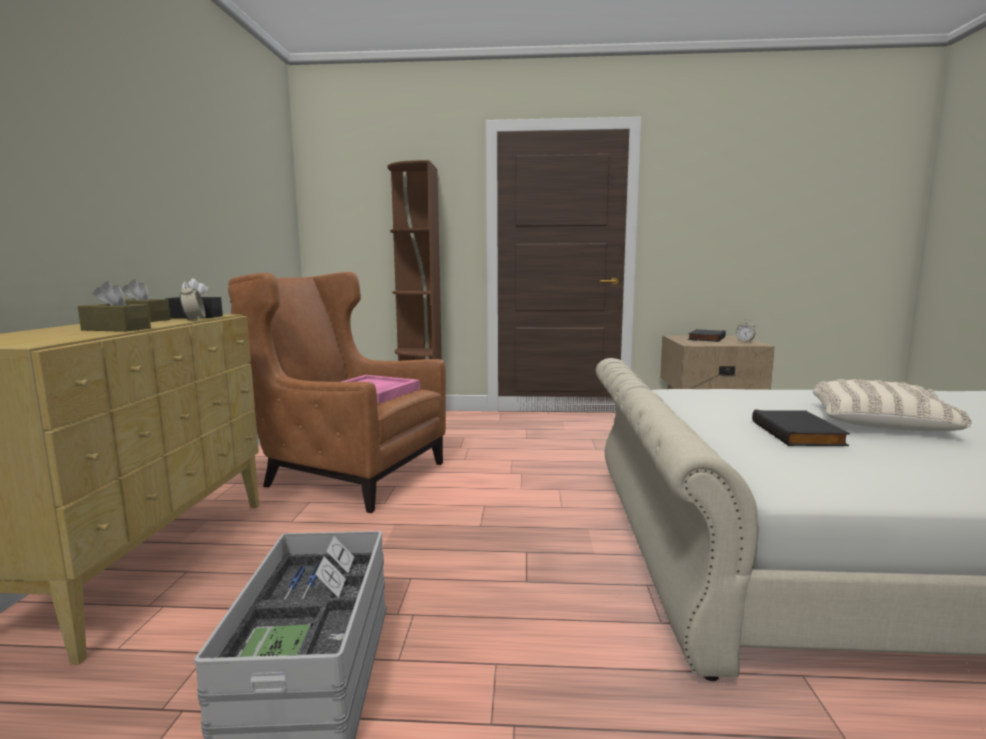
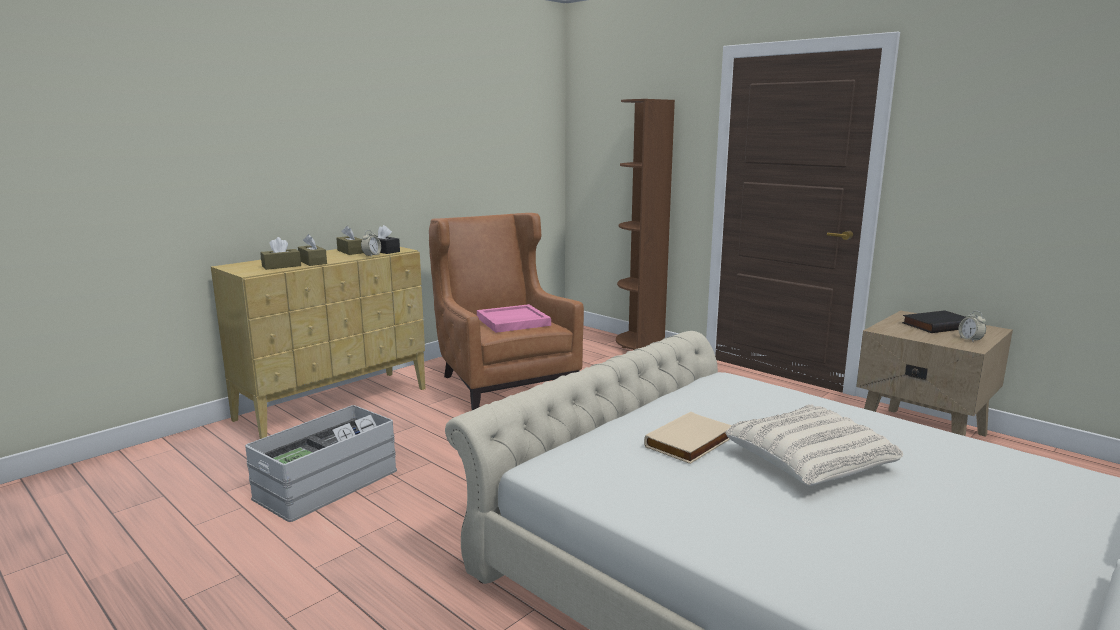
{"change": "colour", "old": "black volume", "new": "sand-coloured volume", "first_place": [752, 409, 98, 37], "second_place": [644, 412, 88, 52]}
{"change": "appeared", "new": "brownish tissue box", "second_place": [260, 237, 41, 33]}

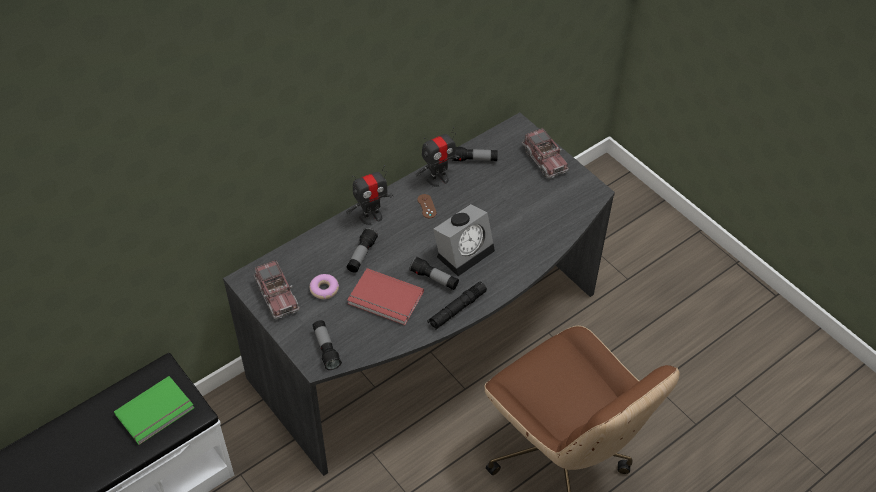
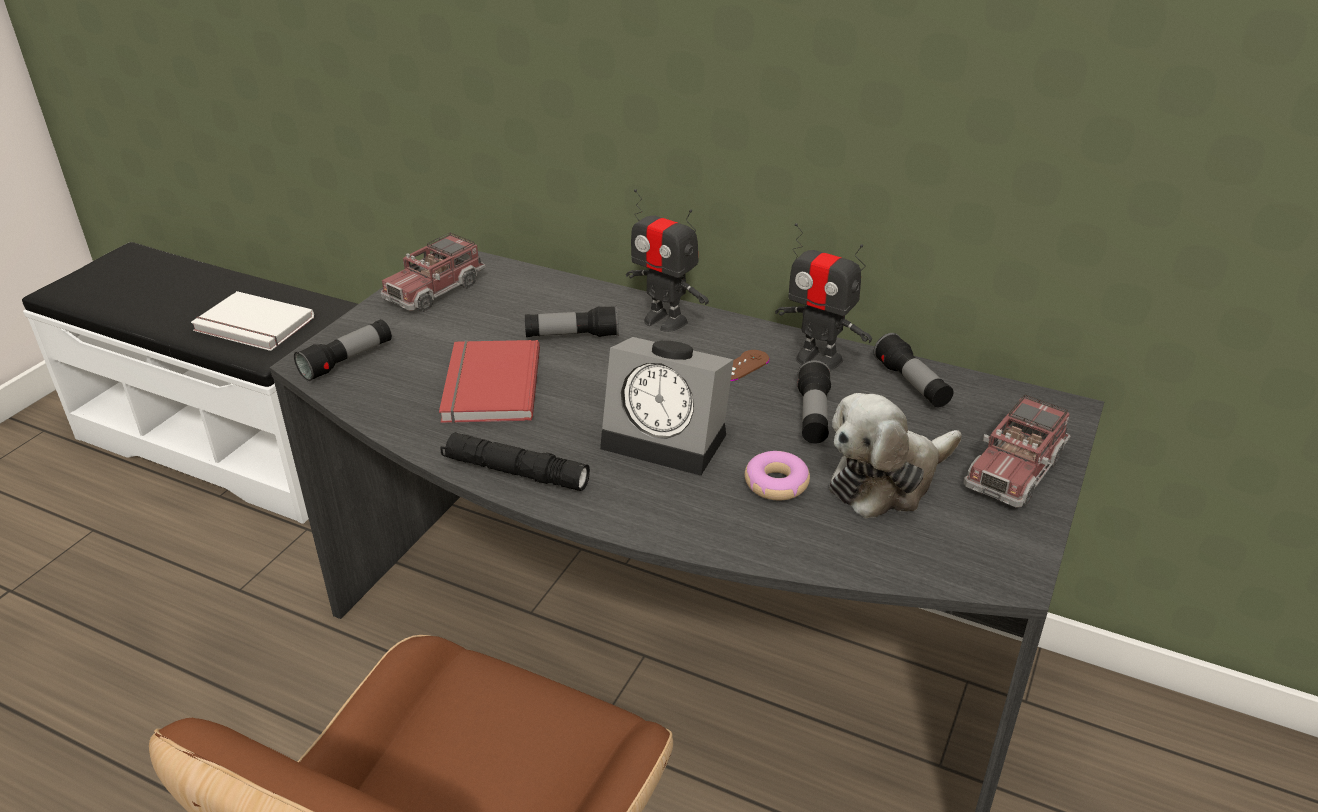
{"change": "relocated", "old": "flashlight", "first_place": [409, 256, 50, 34], "second_place": [797, 360, 34, 83]}
{"change": "relocated", "old": "ring doughnut", "first_place": [310, 274, 29, 25], "second_place": [745, 451, 65, 49]}
{"change": "colour", "old": "green volume", "new": "white volume", "first_place": [114, 376, 80, 69], "second_place": [191, 291, 123, 60]}
{"change": "appeared", "new": "cuddly toy", "second_place": [829, 393, 133, 125]}

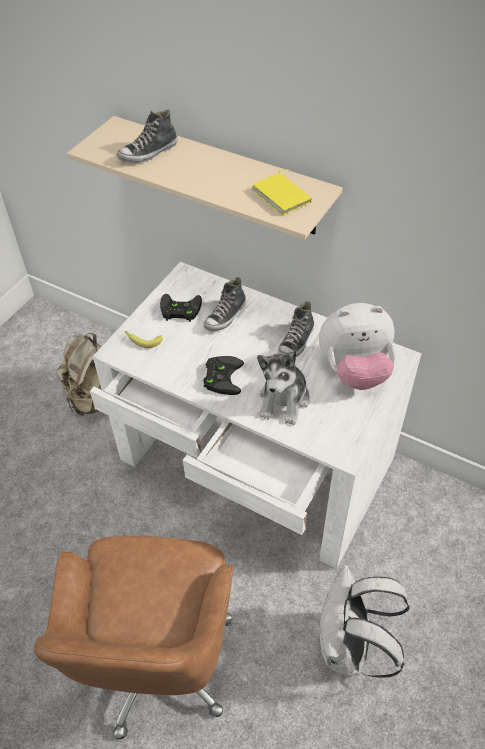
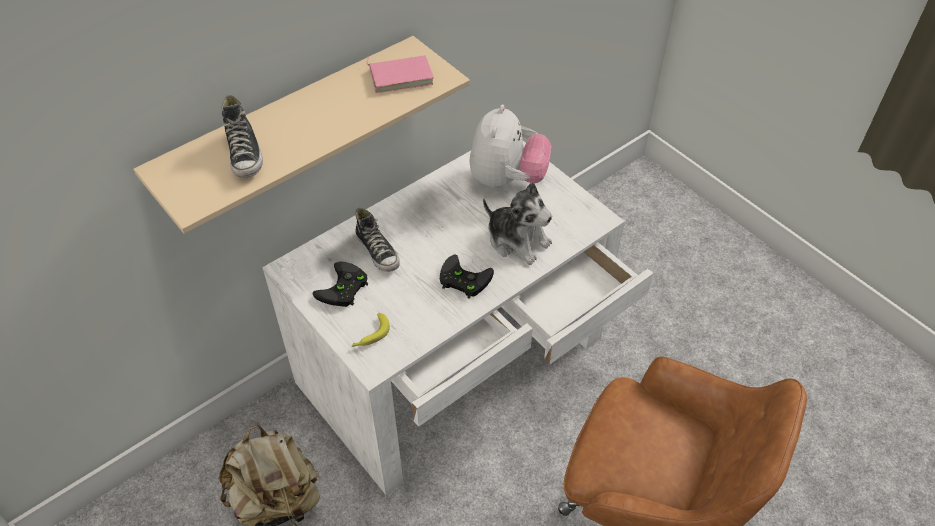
{"change": "colour", "old": "yellowish volume", "new": "pink volume", "first_place": [252, 169, 60, 46], "second_place": [366, 55, 68, 38]}
{"change": "missing", "old": "shoe", "first_place": [277, 301, 37, 56]}
{"change": "missing", "old": "white knapsack", "first_place": [318, 565, 92, 113]}

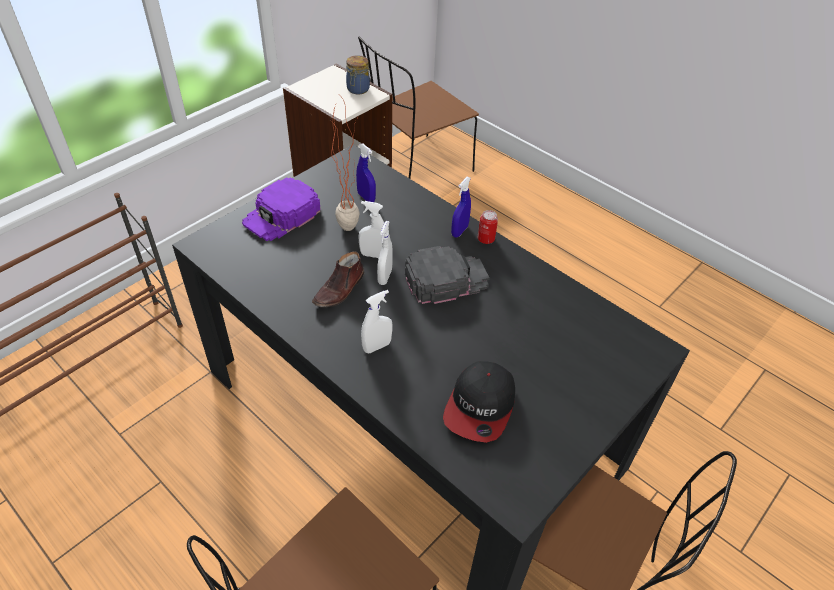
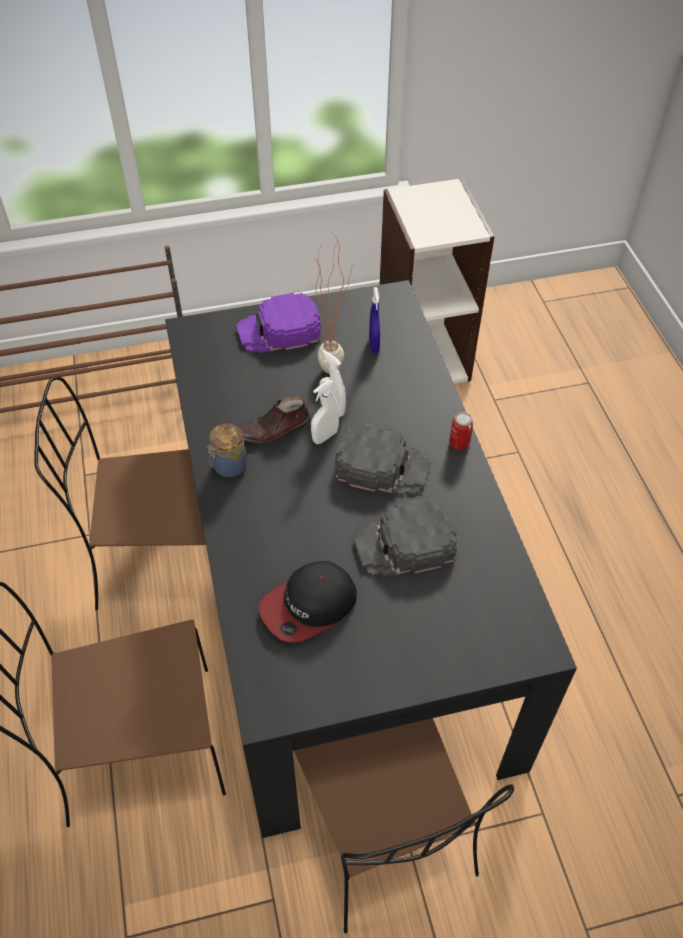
{"change": "relocated", "old": "brownish upright chair", "first_place": [358, 37, 121, 142], "second_place": [34, 377, 172, 234]}
{"change": "relocated", "old": "jar", "first_place": [346, 55, 24, 39], "second_place": [207, 424, 40, 53]}
{"change": "missing", "old": "blue spray bottle", "first_place": [451, 177, 20, 61]}
{"change": "missing", "old": "white spray bottle", "first_place": [361, 290, 32, 63]}
{"change": "appeared", "new": "black peaked cap", "second_place": [353, 498, 104, 79]}

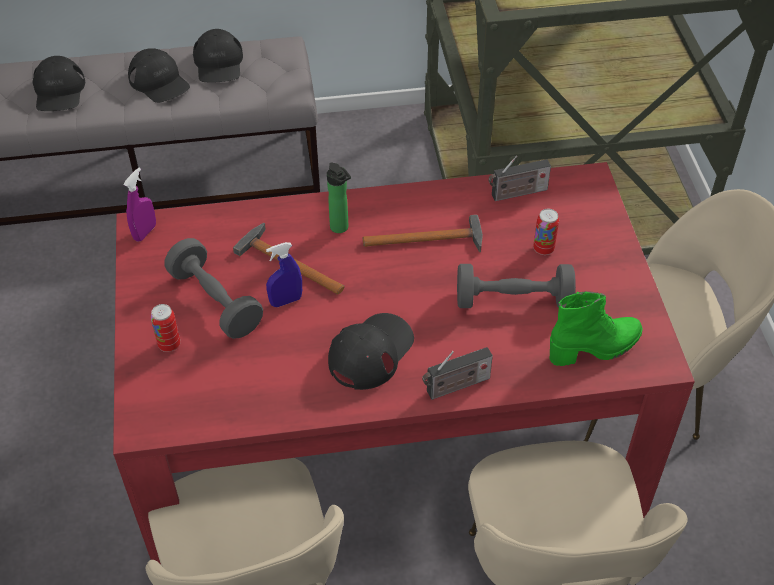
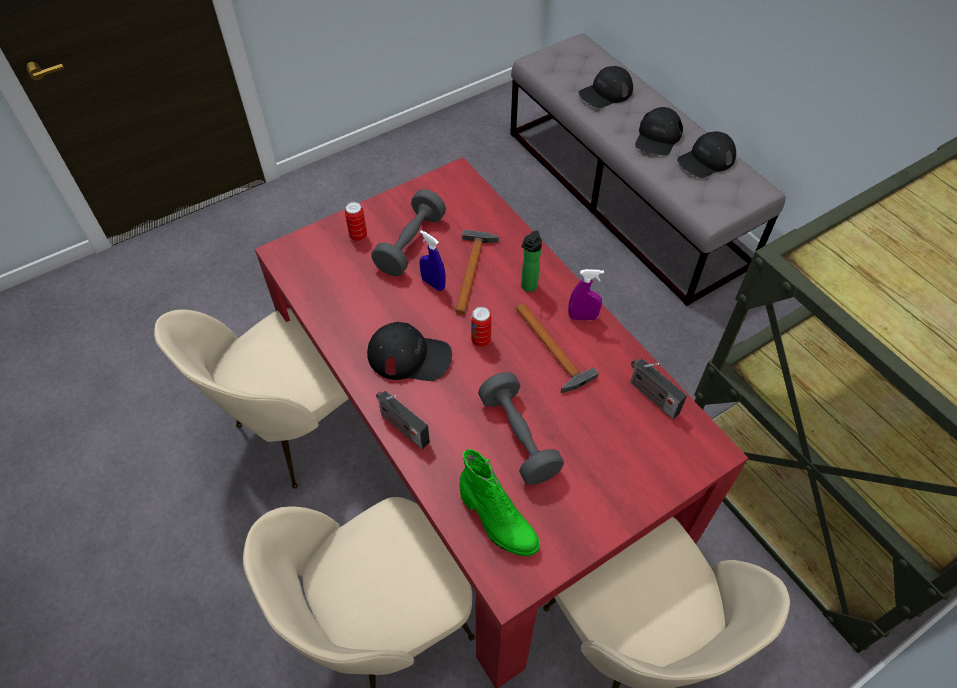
{"change": "relocated", "old": "purplish spray bottle", "first_place": [123, 168, 33, 74], "second_place": [568, 269, 36, 51]}
{"change": "relocated", "old": "sealed can", "first_place": [533, 209, 26, 46], "second_place": [471, 307, 21, 40]}

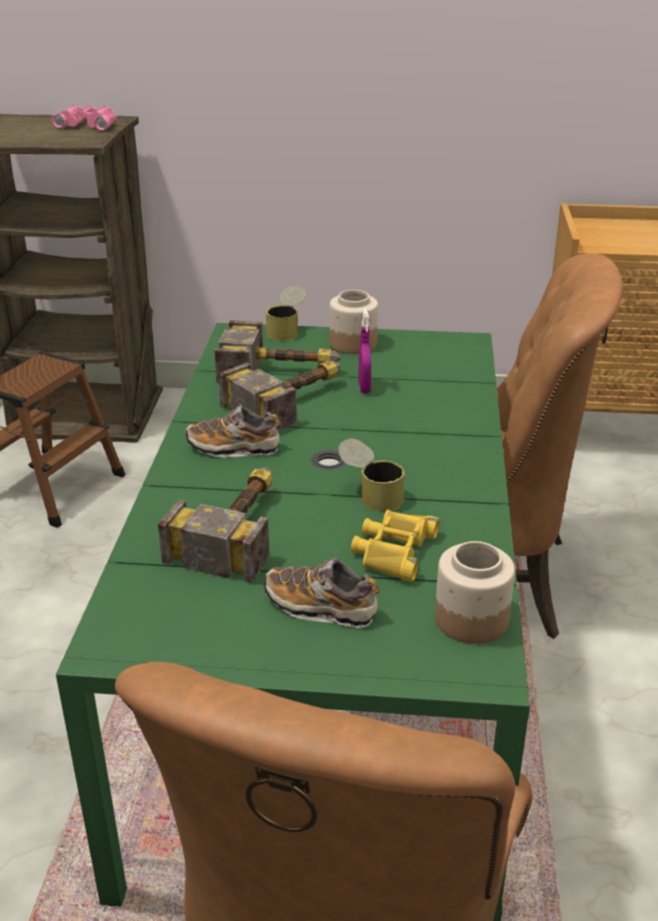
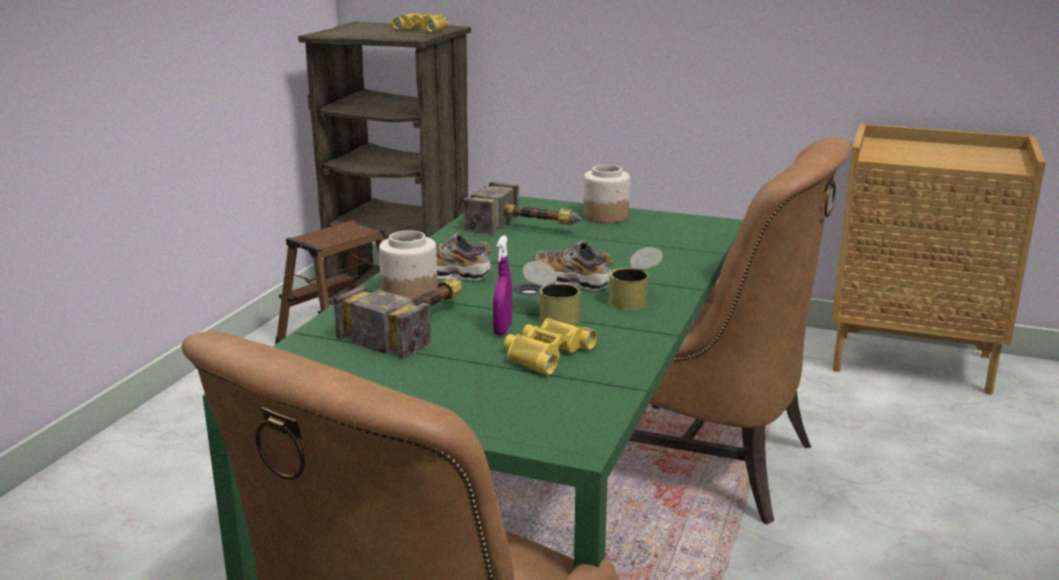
{"change": "colour", "old": "pink binoculars", "new": "yellowish binoculars", "first_place": [52, 105, 65, 26], "second_place": [392, 13, 56, 20]}
{"change": "relocated", "old": "sealed can", "first_place": [266, 286, 40, 55], "second_place": [608, 247, 55, 63]}
{"change": "relocated", "old": "purplish spray bottle", "first_place": [358, 308, 13, 85], "second_place": [493, 235, 19, 100]}
{"change": "missing", "old": "hammer", "first_place": [218, 361, 123, 70]}
{"change": "relocated", "old": "jar", "first_place": [435, 541, 80, 103], "second_place": [379, 230, 59, 69]}
{"change": "relocated", "old": "shoe", "first_place": [264, 558, 116, 70], "second_place": [534, 241, 78, 50]}

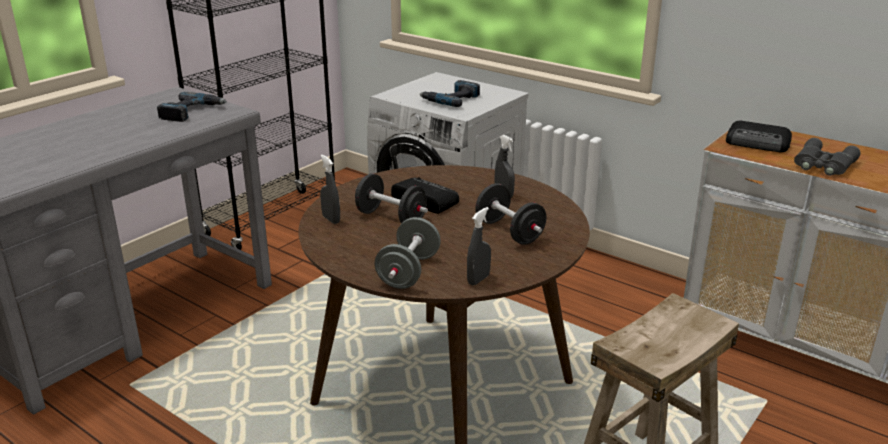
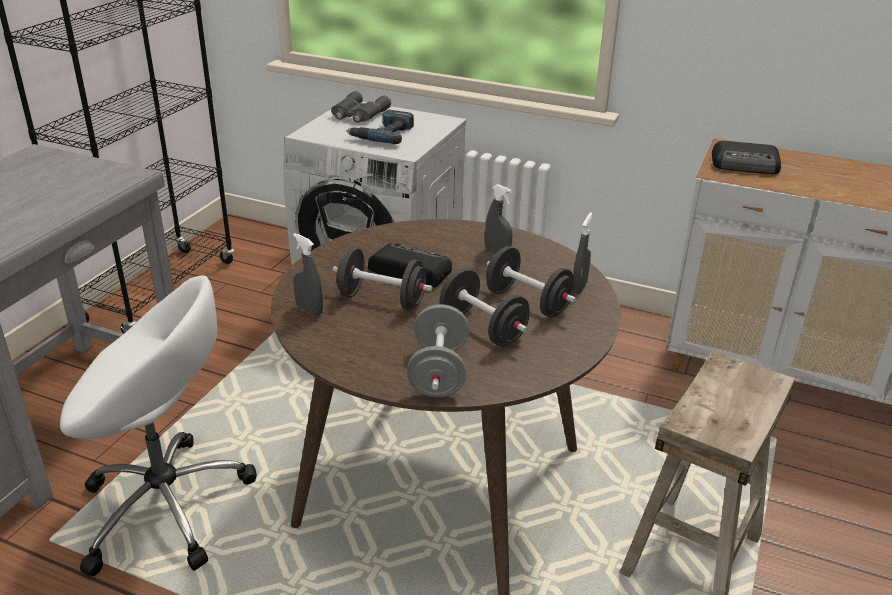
{"change": "missing", "old": "drill", "first_place": [157, 92, 70, 30]}
{"change": "relocated", "old": "grey binoculars", "first_place": [794, 138, 67, 38], "second_place": [331, 91, 60, 32]}
{"change": "relocated", "old": "grey spray bottle", "first_place": [467, 207, 24, 78], "second_place": [573, 212, 20, 82]}
{"change": "appeared", "new": "black free weight", "second_place": [439, 268, 90, 78]}
{"change": "appeared", "new": "white desk chair", "second_place": [60, 275, 197, 301]}

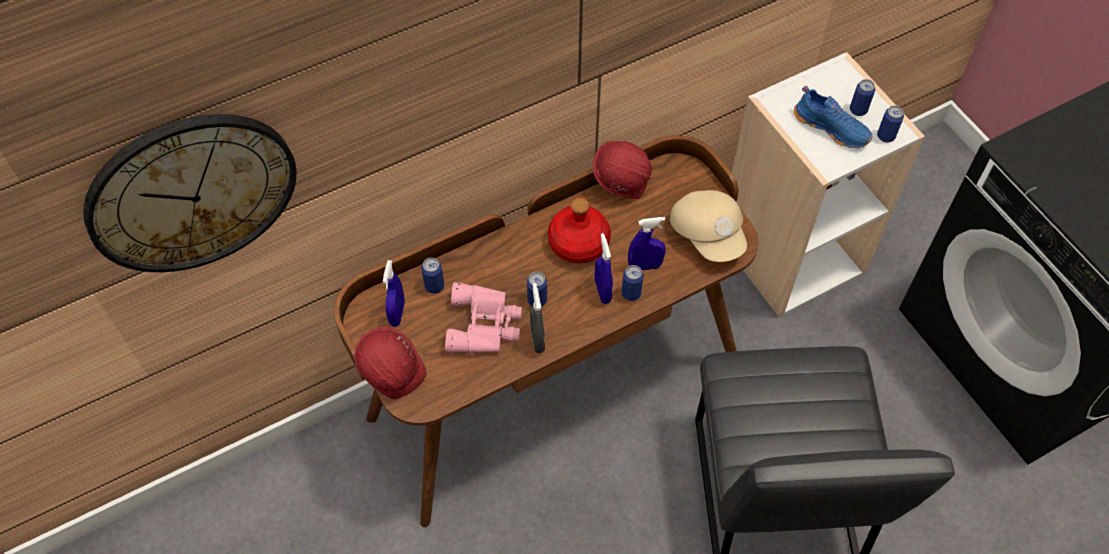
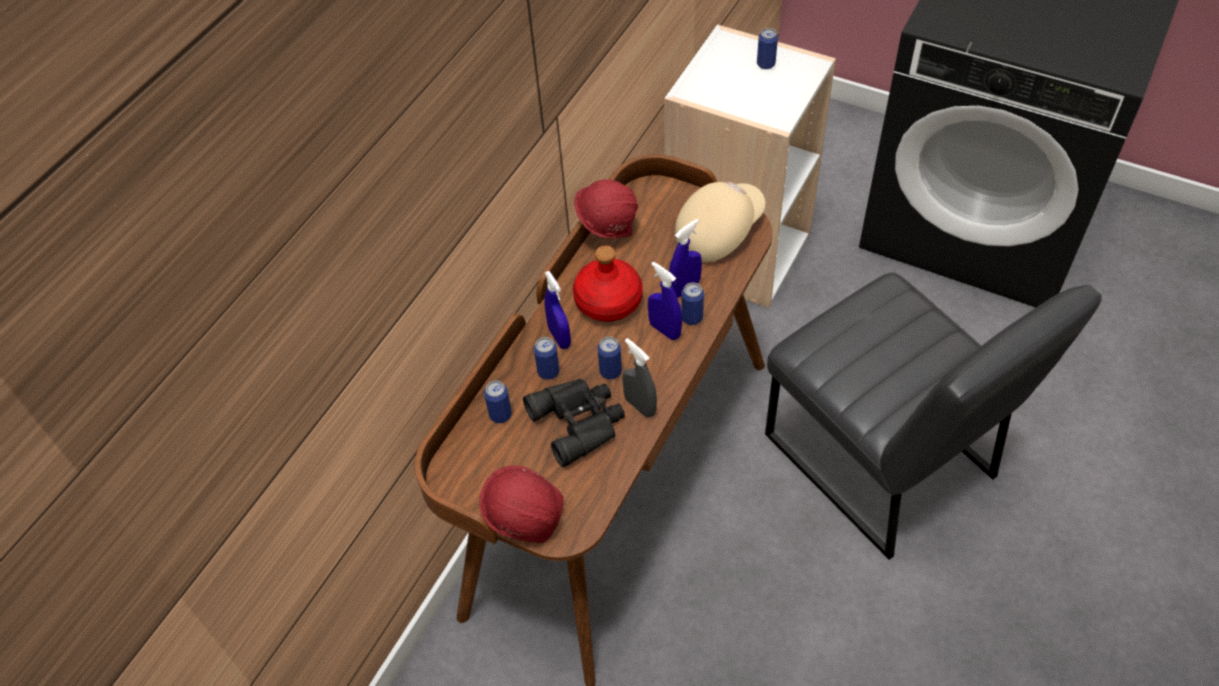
{"change": "missing", "old": "blue shoe", "first_place": [794, 86, 79, 62]}
{"change": "relocated", "old": "sealed can", "first_place": [877, 106, 27, 36], "second_place": [534, 337, 25, 43]}
{"change": "missing", "old": "hanging clock", "first_place": [83, 114, 214, 158]}
{"change": "spun", "old": "sand-coloured peaked cap", "first_place": [670, 190, 77, 72], "second_place": [675, 182, 90, 81], "degrees": -75}
{"change": "relocated", "old": "blue spray bottle", "first_place": [383, 260, 22, 67], "second_place": [544, 271, 27, 78]}
{"change": "colour", "old": "pink binoculars", "new": "black binoculars", "first_place": [445, 282, 77, 72], "second_place": [523, 379, 102, 88]}

